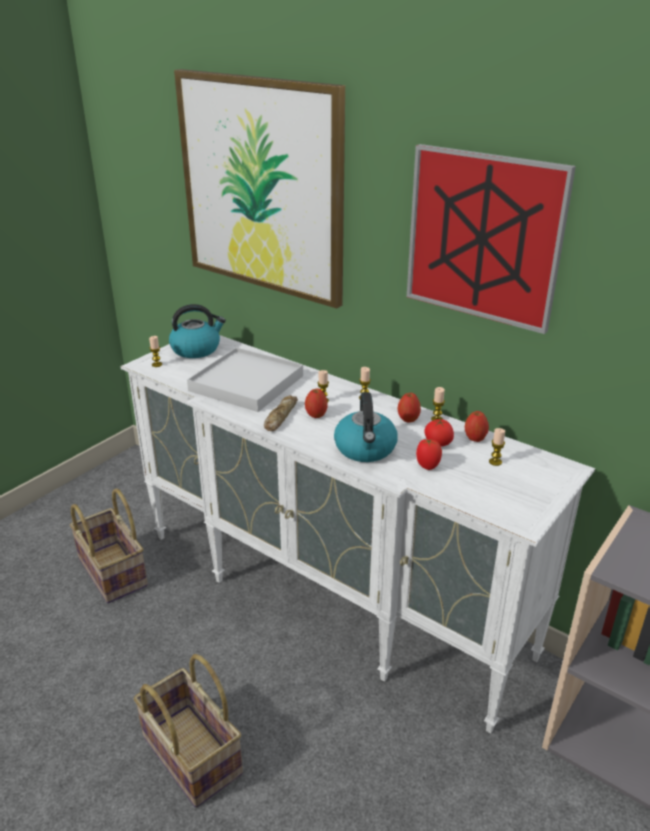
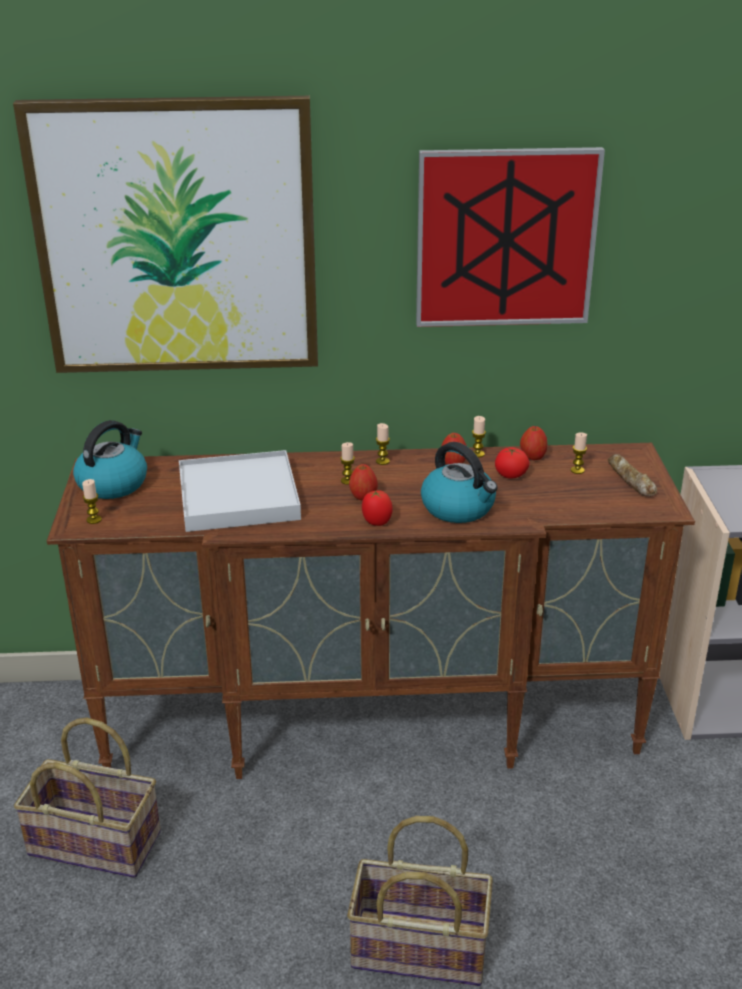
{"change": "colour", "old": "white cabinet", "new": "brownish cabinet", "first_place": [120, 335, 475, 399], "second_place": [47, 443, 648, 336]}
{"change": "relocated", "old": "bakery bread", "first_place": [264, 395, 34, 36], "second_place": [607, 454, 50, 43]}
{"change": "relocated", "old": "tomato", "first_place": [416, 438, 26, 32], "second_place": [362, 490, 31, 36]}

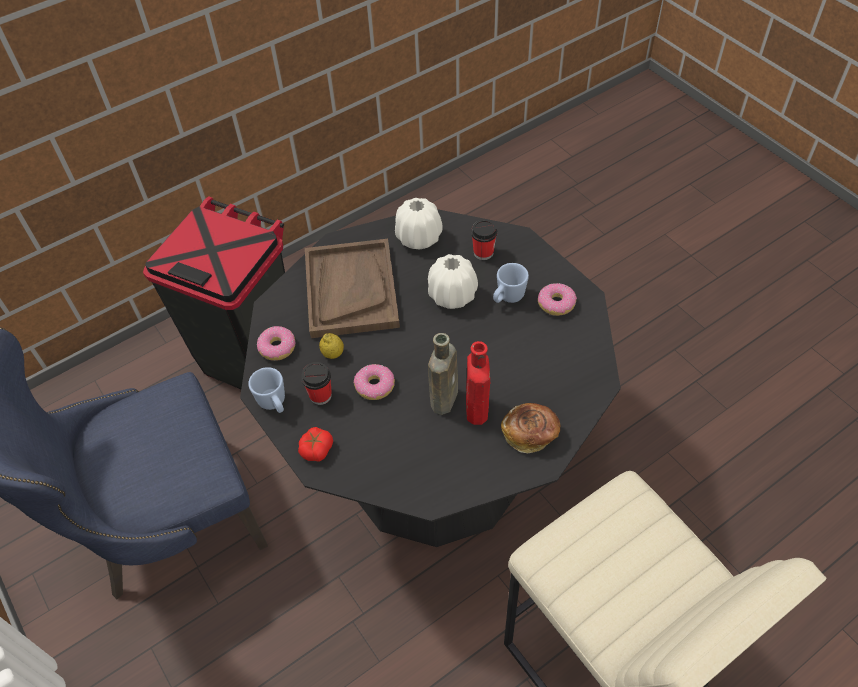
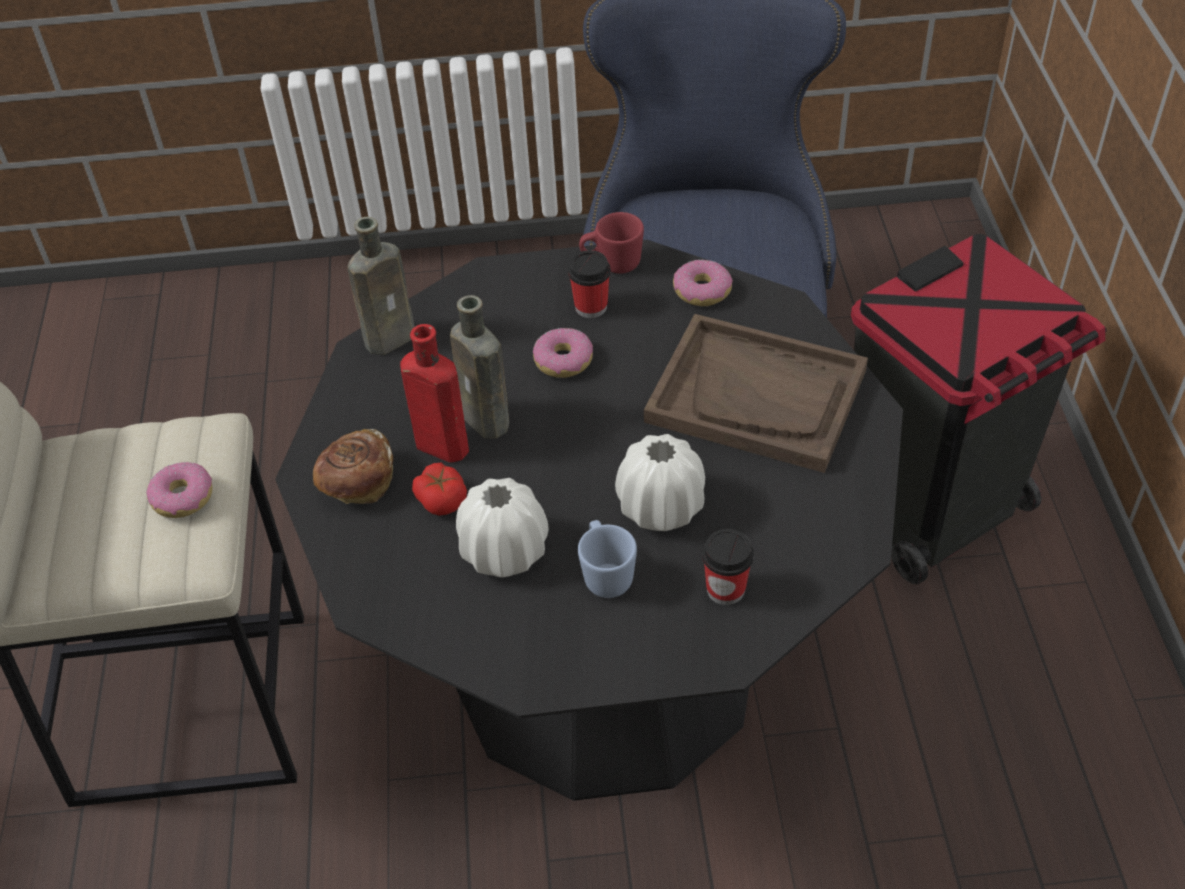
{"change": "relocated", "old": "white flower vase", "first_place": [395, 198, 48, 51], "second_place": [456, 478, 93, 100]}
{"change": "relocated", "old": "ring doughnut", "first_place": [538, 283, 39, 33], "second_place": [146, 462, 66, 56]}
{"change": "missing", "old": "whole lemon", "first_place": [319, 333, 25, 26]}
{"change": "colour", "old": "blue tea mug", "new": "red tea mug", "first_place": [248, 367, 37, 46], "second_place": [579, 212, 65, 62]}
{"change": "relocated", "old": "tomato", "first_place": [298, 427, 35, 35], "second_place": [412, 463, 55, 53]}
{"change": "appeared", "new": "brownish drink bottle", "second_place": [348, 217, 67, 138]}

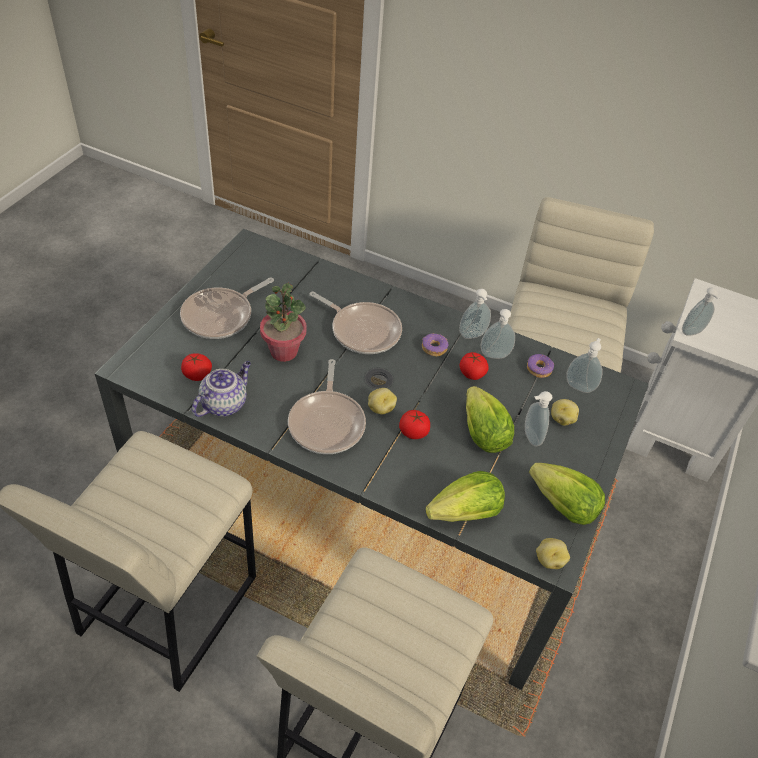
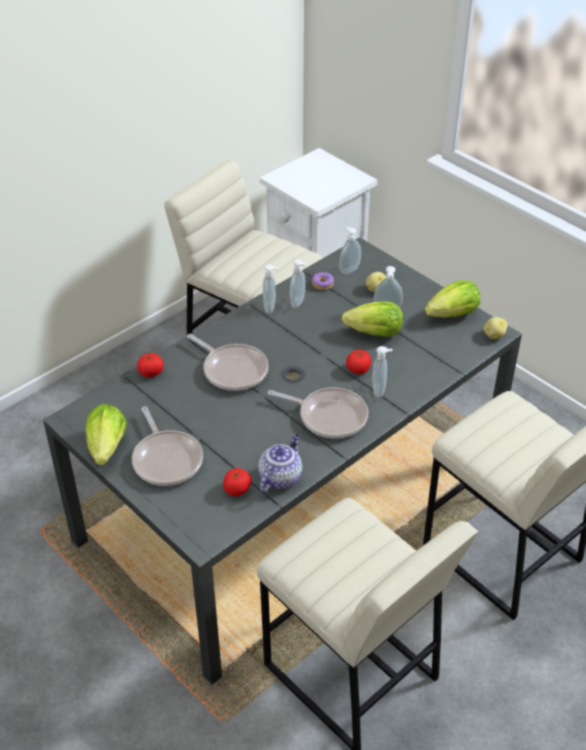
{"change": "missing", "old": "plant in a pot", "first_place": [260, 283, 47, 79]}
{"change": "relocated", "old": "liquid soap bottle", "first_place": [682, 288, 38, 48], "second_place": [372, 346, 20, 52]}
{"change": "spun", "old": "skillet", "first_place": [309, 292, 93, 62], "second_place": [187, 334, 82, 57], "degrees": 75}
{"change": "missing", "old": "ring doughnut", "first_place": [422, 333, 26, 24]}
{"change": "relocated", "old": "tomato", "first_place": [460, 352, 29, 28], "second_place": [137, 353, 27, 24]}
{"change": "spun", "old": "tea pot", "first_place": [192, 361, 59, 56], "second_place": [258, 434, 44, 58], "degrees": 60}
{"change": "missing", "old": "potato", "first_place": [368, 388, 29, 26]}
{"change": "relocated", "old": "lettuce head", "first_place": [425, 471, 80, 51], "second_place": [86, 404, 41, 61]}

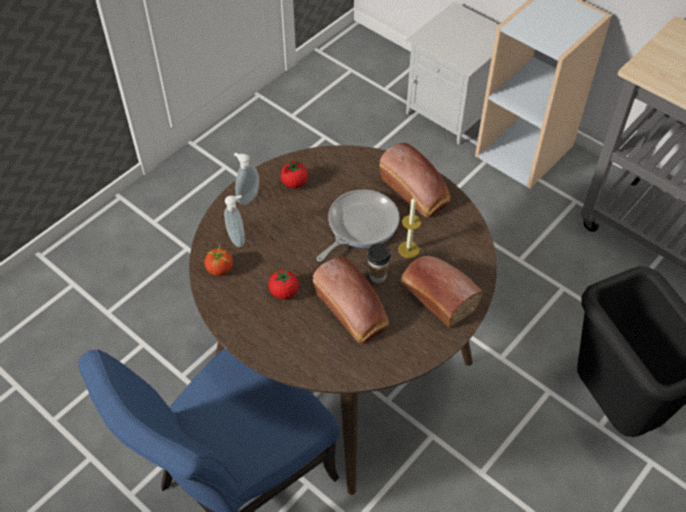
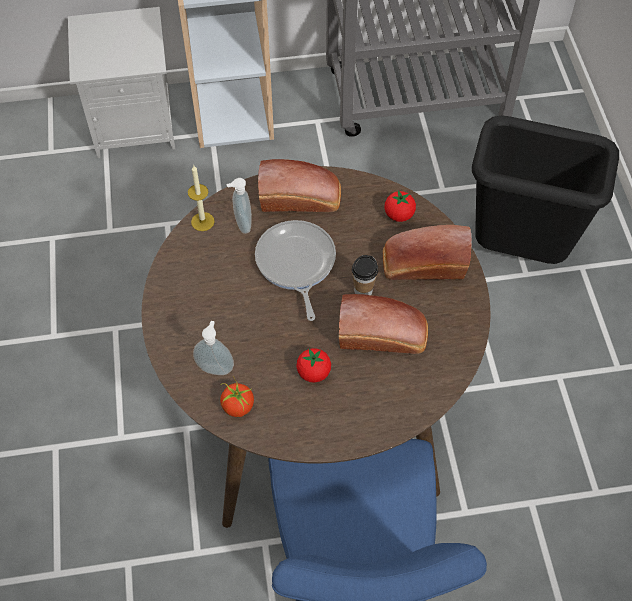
{"change": "relocated", "old": "liquid soap bottle", "first_place": [234, 152, 25, 53], "second_place": [226, 178, 26, 56]}
{"change": "relocated", "old": "tomato", "first_place": [281, 161, 27, 27], "second_place": [385, 190, 31, 32]}
{"change": "relocated", "old": "wax light", "first_place": [398, 197, 23, 61], "second_place": [188, 166, 27, 65]}

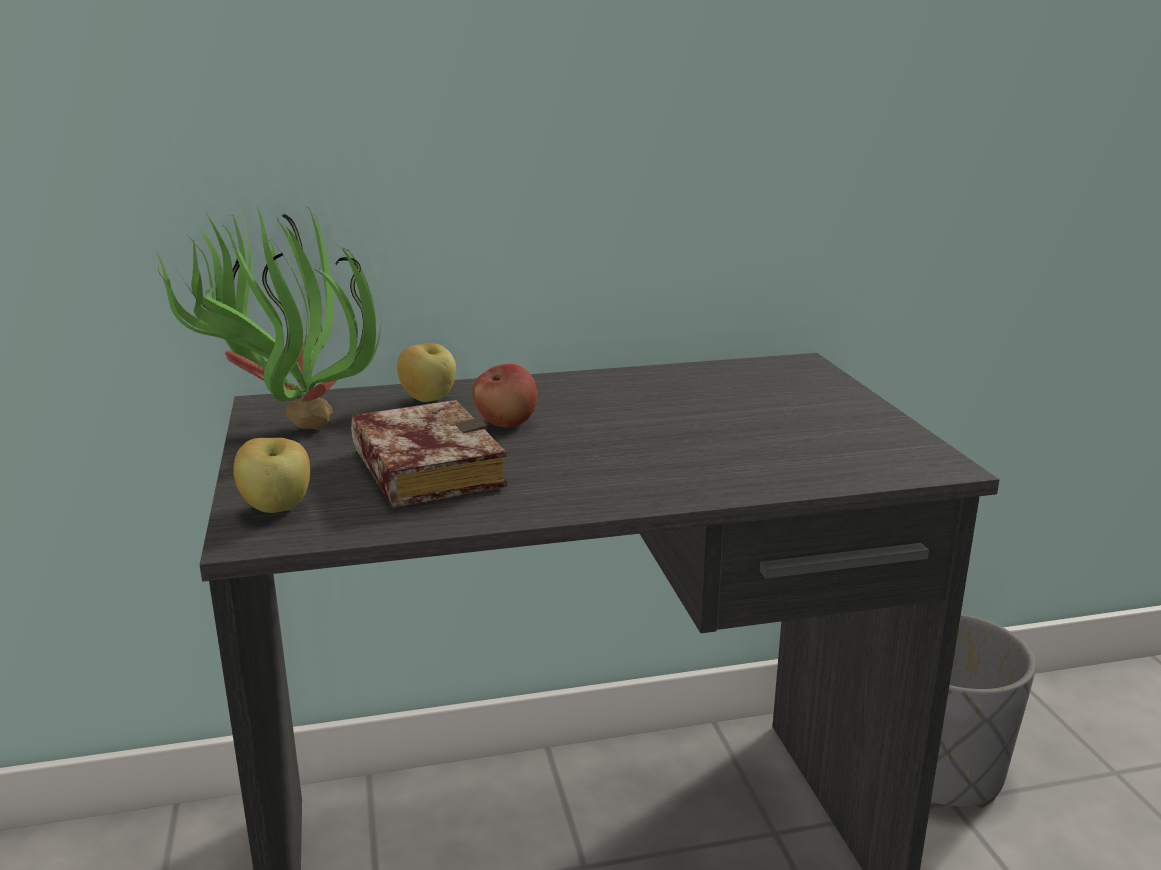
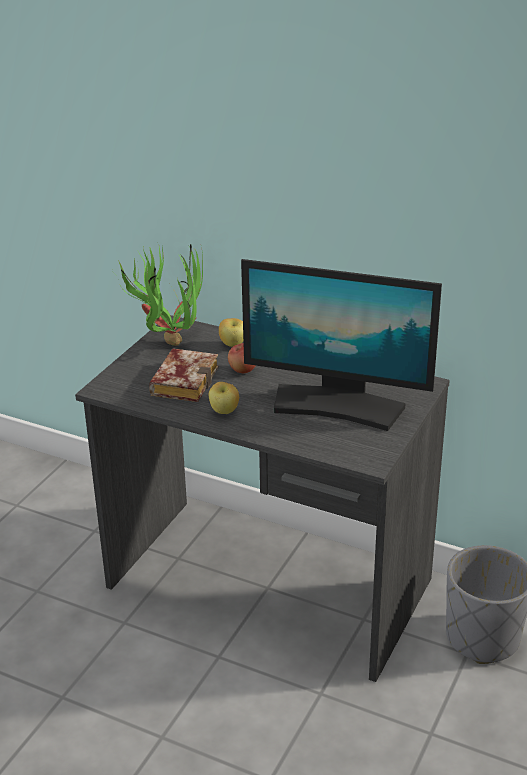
{"change": "relocated", "old": "whole apple", "first_place": [233, 438, 77, 75], "second_place": [209, 382, 30, 32]}
{"change": "appeared", "new": "computer screen", "second_place": [241, 259, 201, 172]}

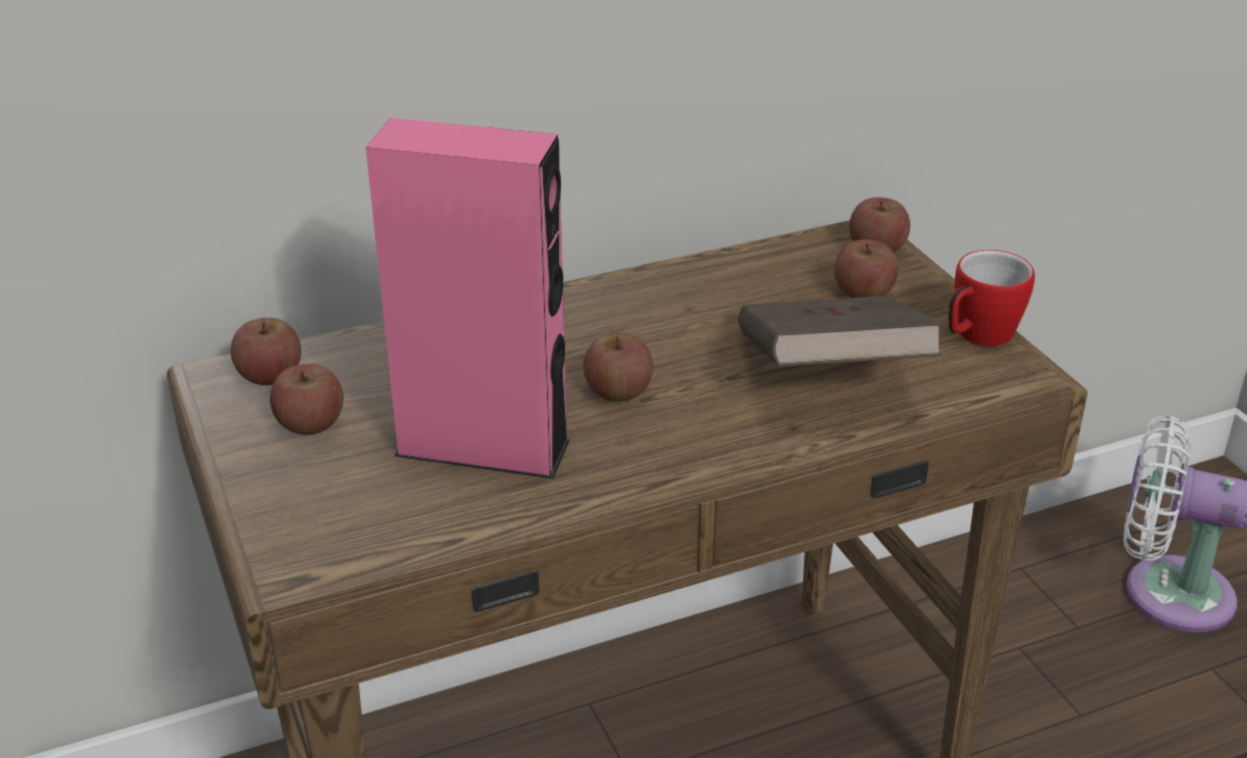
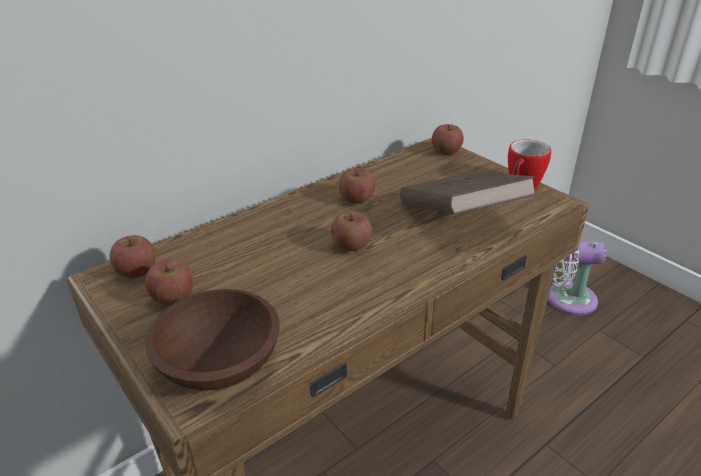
{"change": "missing", "old": "pink loudspeaker", "first_place": [366, 118, 204, 361]}
{"change": "relocated", "old": "whole apple", "first_place": [834, 239, 64, 59], "second_place": [339, 168, 36, 36]}
{"change": "appeared", "new": "brownish serving bowl", "second_place": [145, 289, 135, 102]}

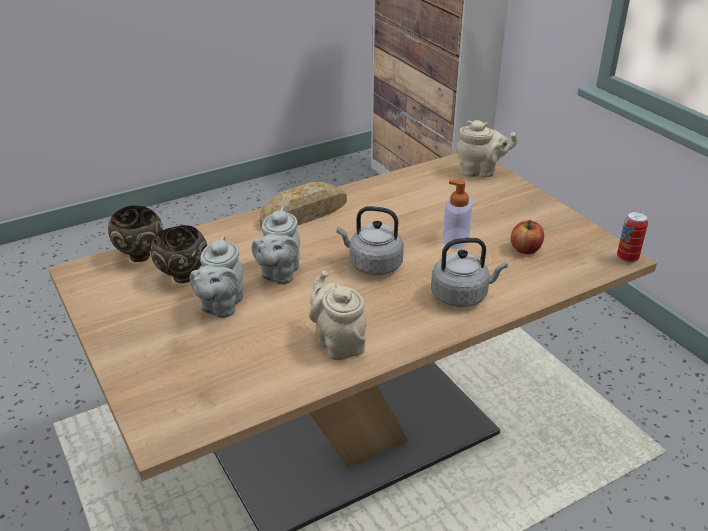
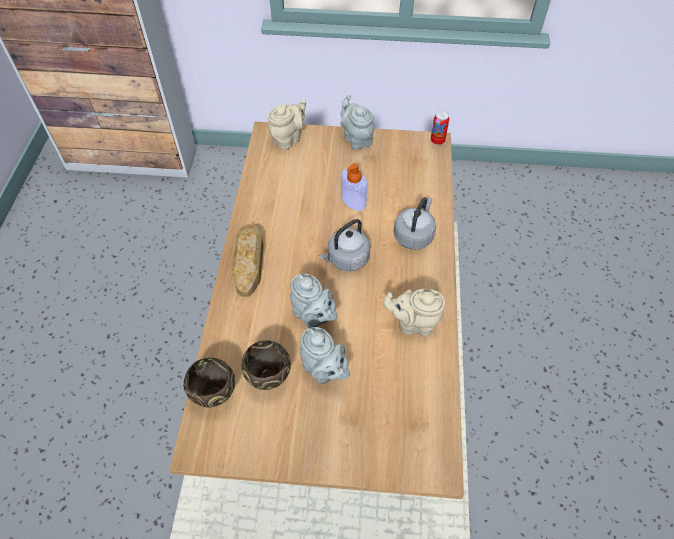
{"change": "missing", "old": "whole apple", "first_place": [511, 220, 33, 34]}
{"change": "appeared", "new": "grey tea pot", "second_place": [341, 95, 33, 54]}

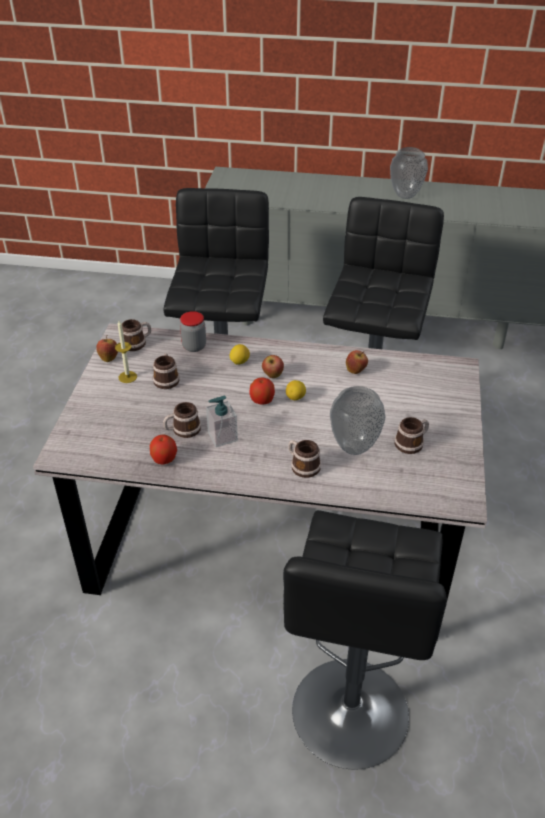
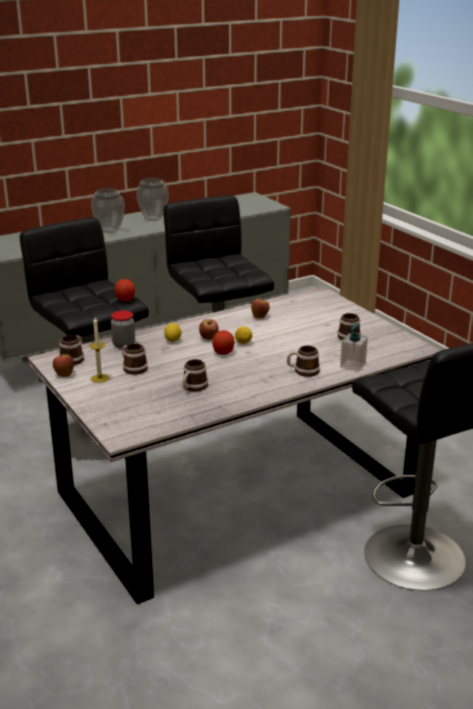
{"change": "relocated", "old": "flower vase", "first_place": [330, 386, 55, 69], "second_place": [91, 188, 34, 45]}
{"change": "relocated", "old": "liquid soap bottle", "first_place": [206, 396, 32, 51], "second_place": [340, 323, 28, 49]}
{"change": "relocated", "old": "whole apple", "first_place": [150, 434, 27, 31], "second_place": [114, 279, 21, 23]}

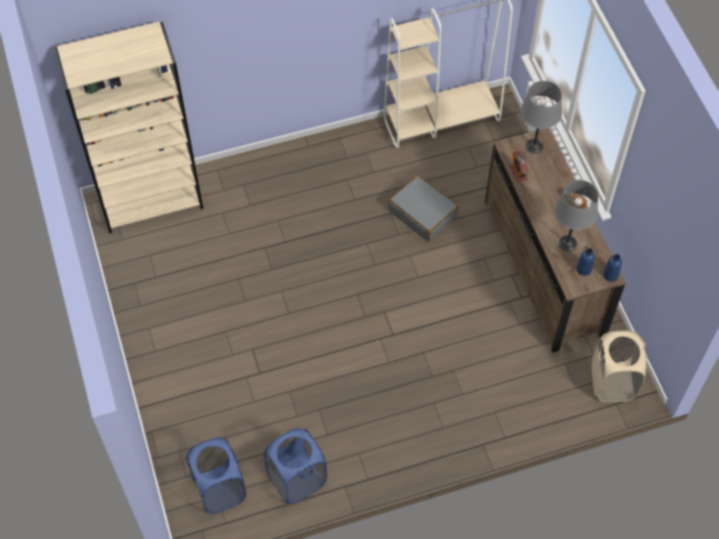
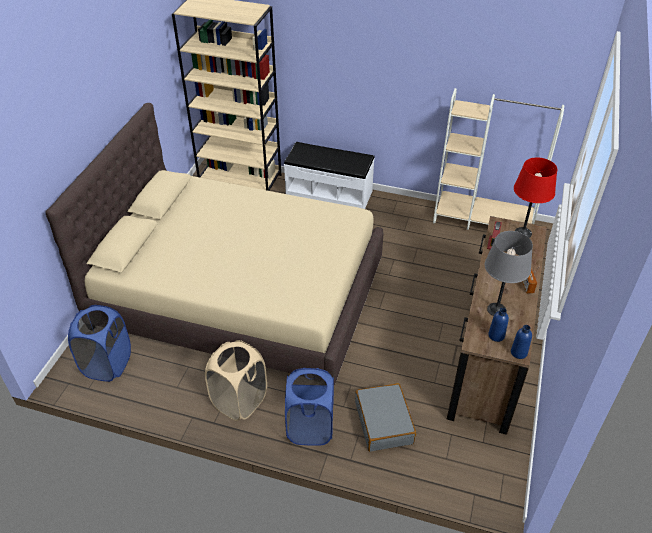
{"change": "colour", "old": "grey lamp for a table", "new": "red lamp for a table", "first_place": [520, 81, 42, 73], "second_place": [514, 157, 43, 81]}
{"change": "relocated", "old": "grey travel case", "first_place": [389, 175, 69, 67], "second_place": [355, 383, 61, 68]}
{"change": "relocated", "old": "sand-coloured hamper", "first_place": [591, 331, 56, 71], "second_place": [205, 340, 62, 81]}
{"change": "relocated", "old": "blue hamper", "first_place": [264, 428, 63, 76], "second_place": [285, 368, 49, 78]}
{"change": "appeared", "new": "sand-coloured bed", "second_place": [46, 103, 337, 282]}
{"change": "appeared", "new": "white bench", "second_place": [284, 142, 91, 67]}

